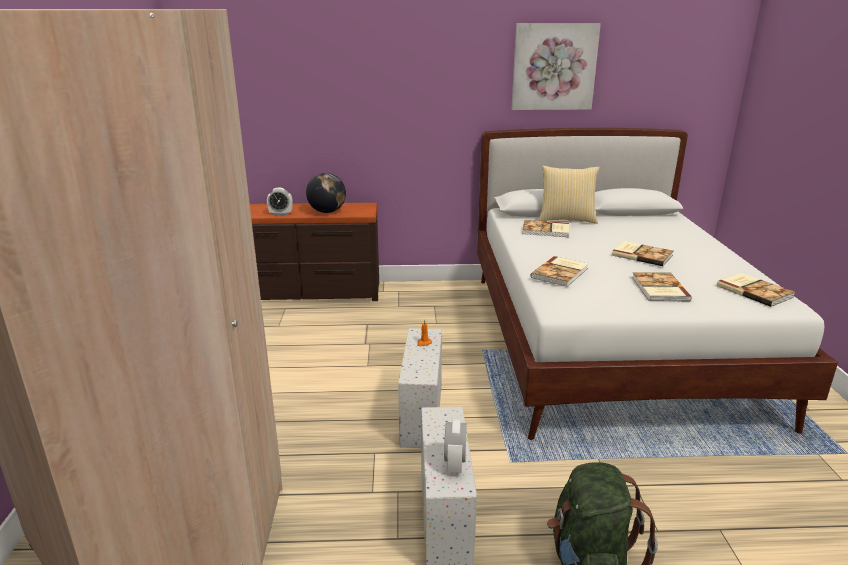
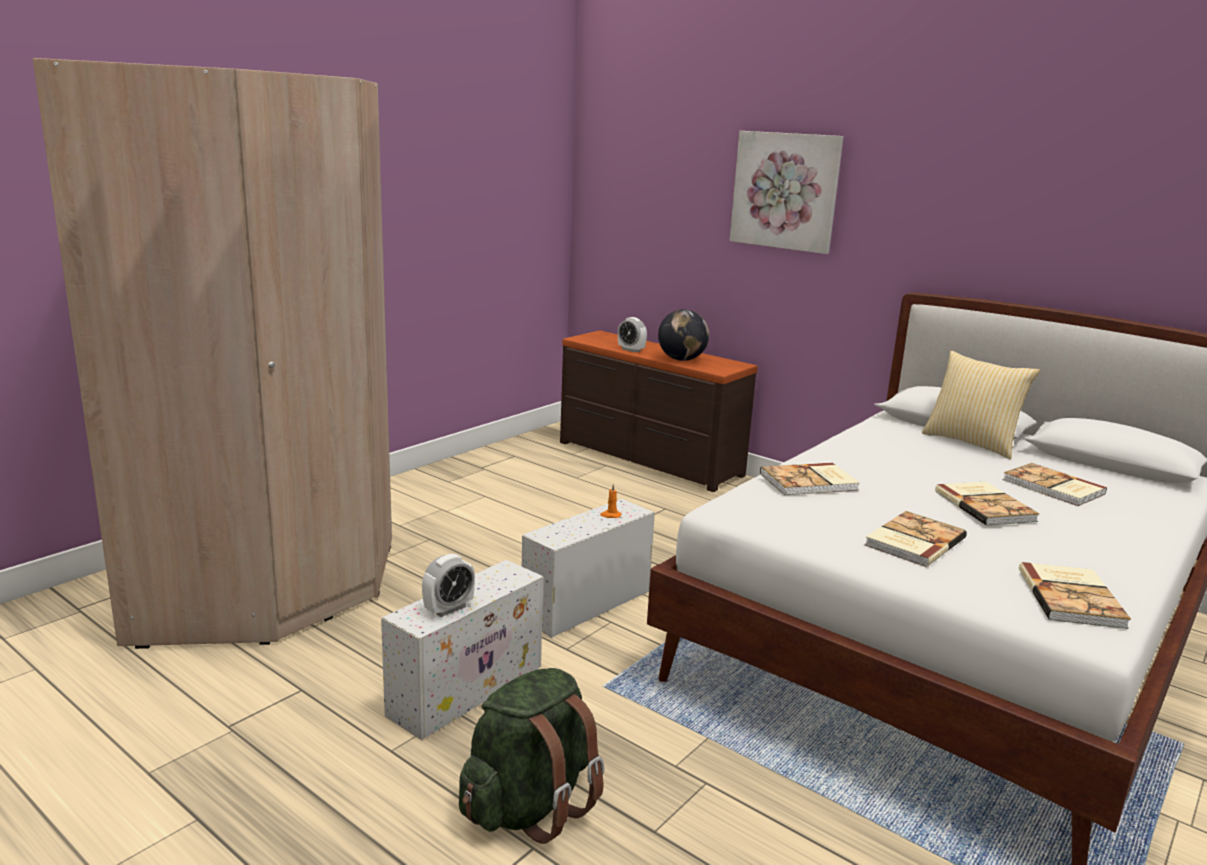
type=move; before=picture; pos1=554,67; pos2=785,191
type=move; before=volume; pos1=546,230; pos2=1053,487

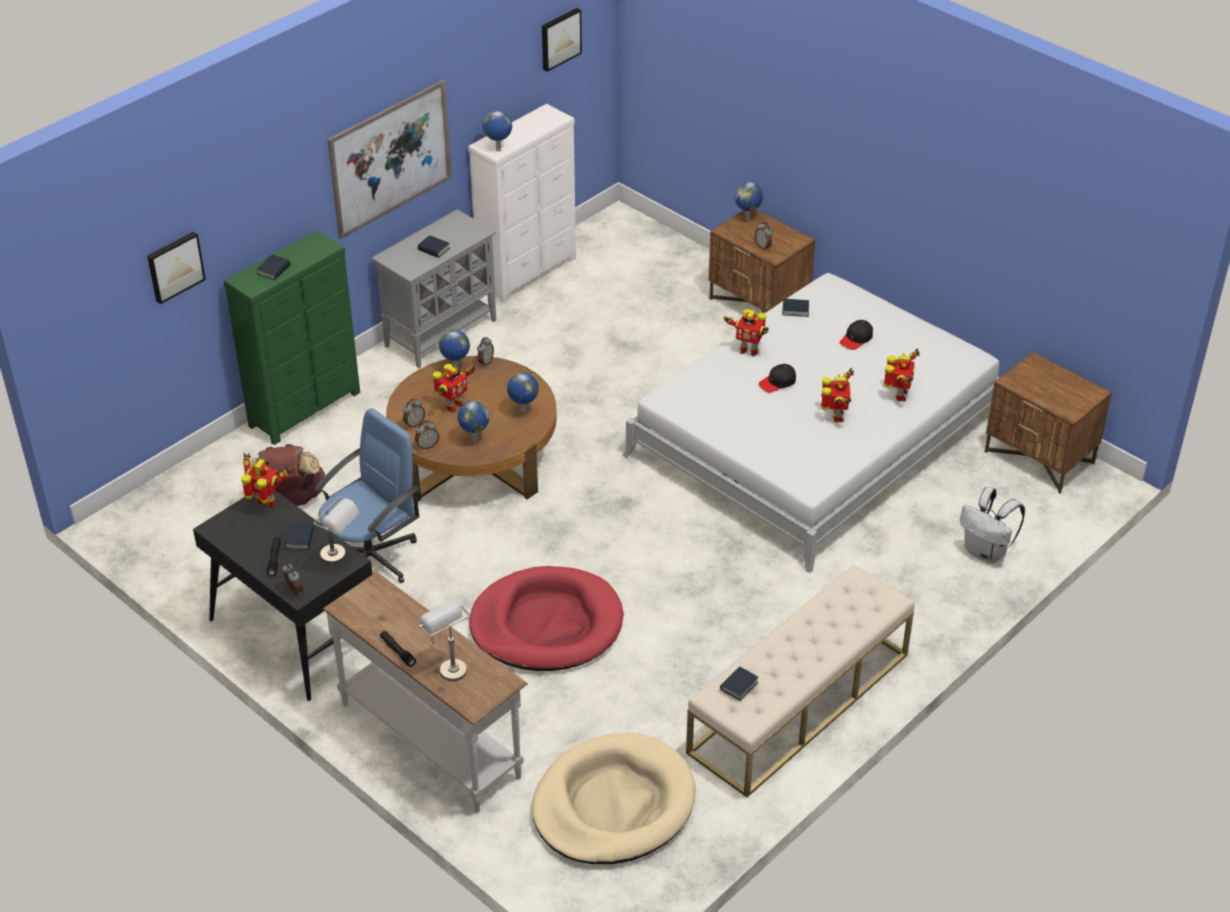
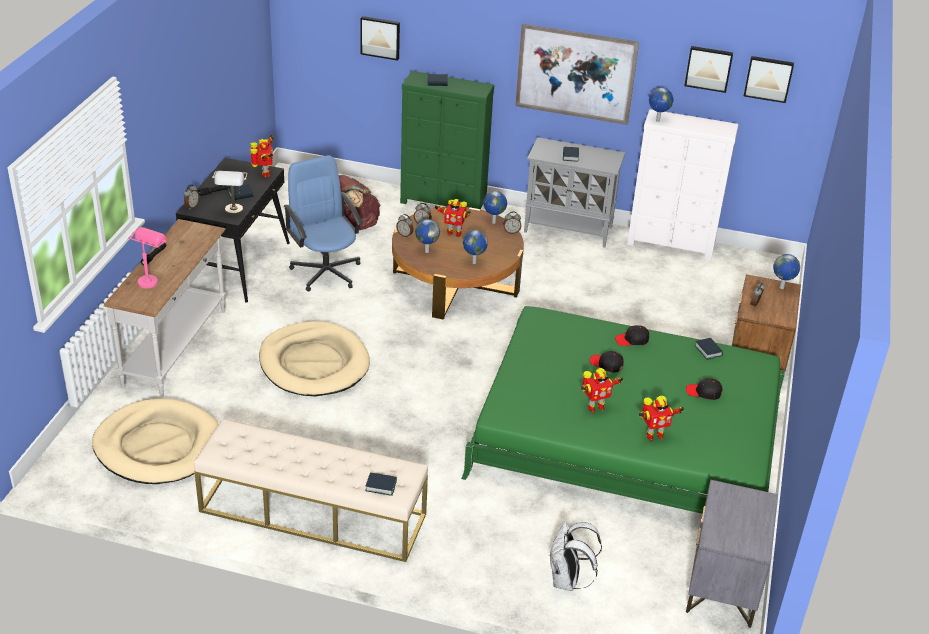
type=recolor; before=lamp for a table (grey); after=lamp for a table (pinkish); pos1=447,666; pos2=151,279
type=recolor; before=pet bed (reddish); after=pet bed (beige-coloured); pos1=546,624; pos2=314,363
type=rotate; before=computer chair (bluish); pos1=371,557; pos2=326,272; turn=-135
type=move; before=volume; pos1=739,686; pos2=381,486
type=recolor; before=bed (whitish); after=bed (greenish); pos1=815,434; pos2=627,437
type=replace; before=robot figure; after=cap (blackish); pos1=748,350; pos2=632,340
type=insert; after=picture; pos2=708,68
type=recolor; before=night table (brown); after=night table (grey); pos1=1040,458; pos2=723,586

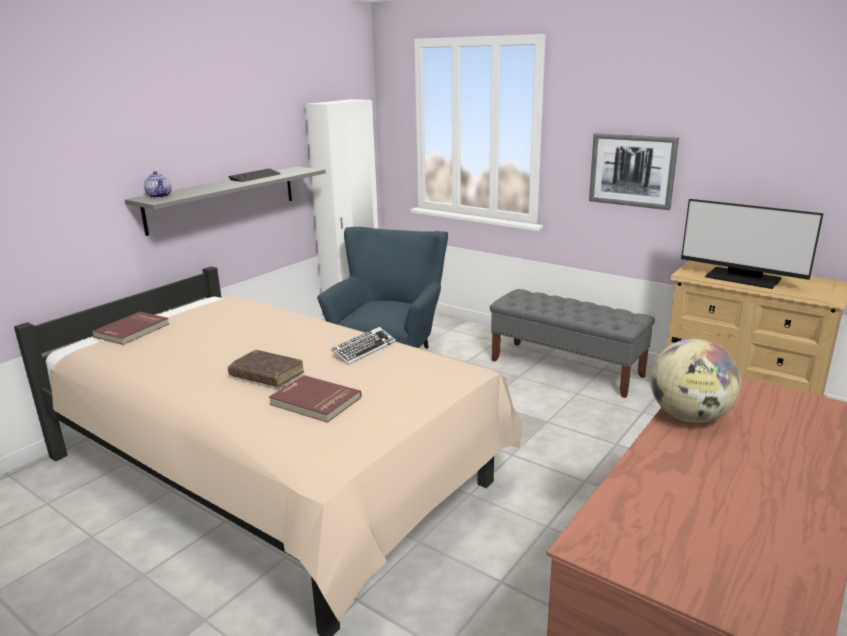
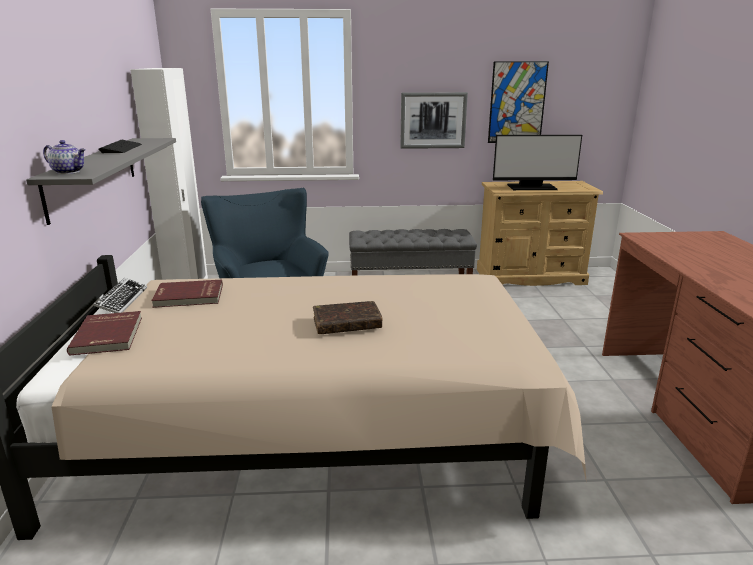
type=move; before=keyboard; pos1=364,349; pos2=122,300
type=move; before=volume (reddish); pos1=314,402; pos2=189,296
type=insert; after=picture; pos2=517,103
type=delete; before=globe; pos1=689,417

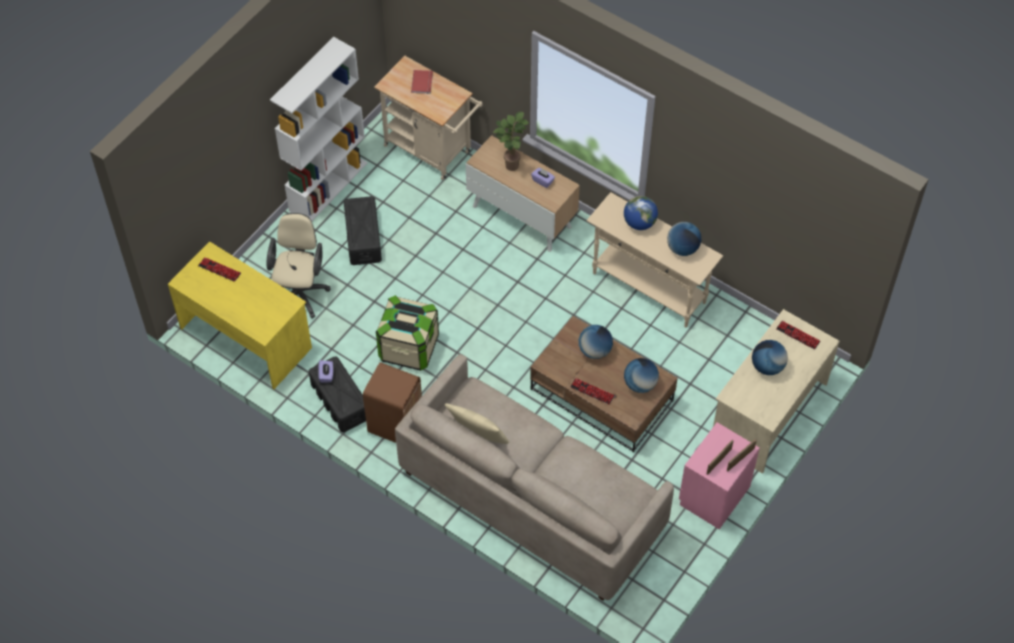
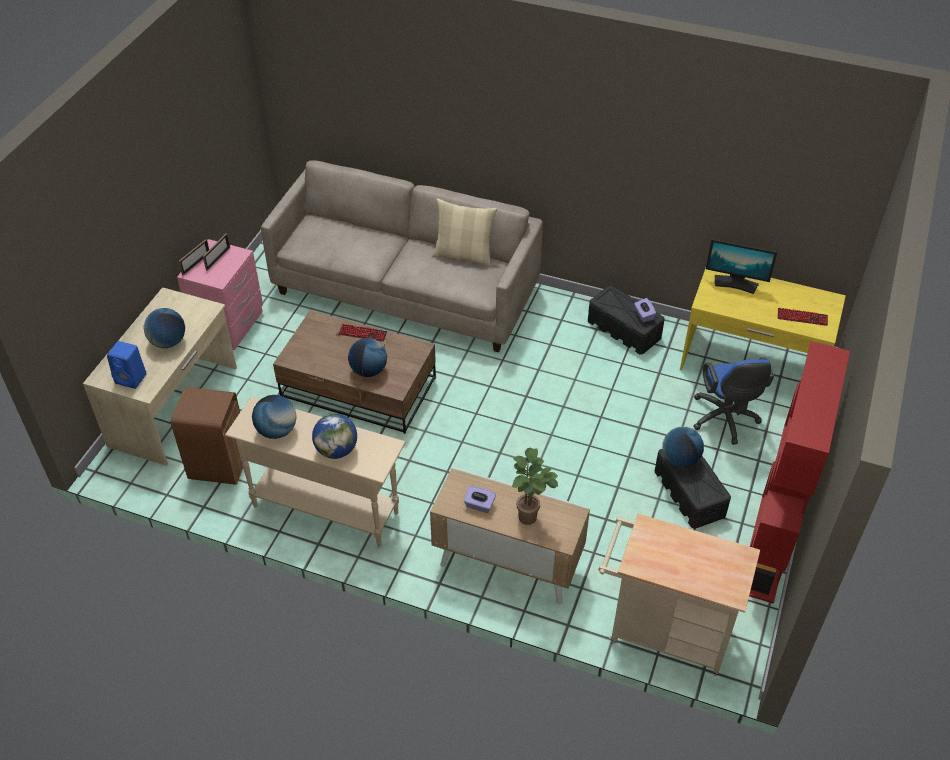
type=replace; before=keyboard; after=audio speaker (bluish); pos1=798,335; pos2=132,379
type=move; before=trash can (brown); pos1=395,425; pos2=218,465
type=move; before=globe; pos1=640,384; pos2=680,459
type=recolor; before=computer chair (beige-coloured); after=computer chair (bluish); pos1=300,291; pos2=725,420
type=insert; after=computer screen; pos2=735,283
type=recolor; before=shelving unit (whitish); after=shelving unit (reddish); pos1=328,186; pos2=768,548
type=delete; before=storage container; pos1=409,347
type=delete; before=volume (reddish); pos1=423,82

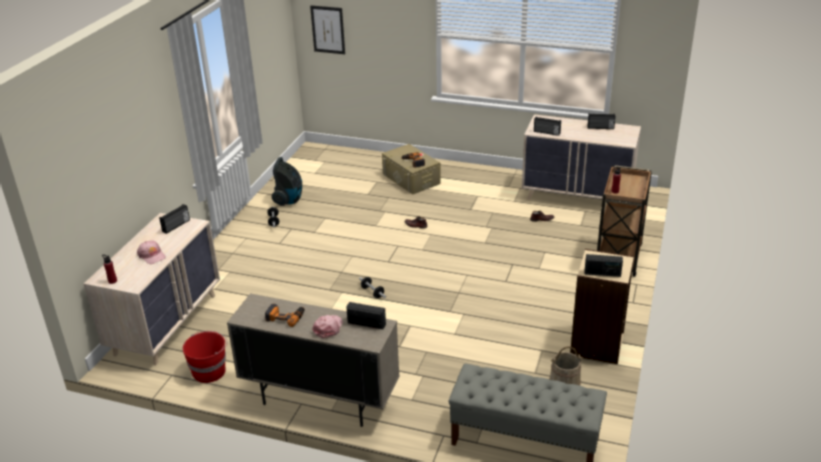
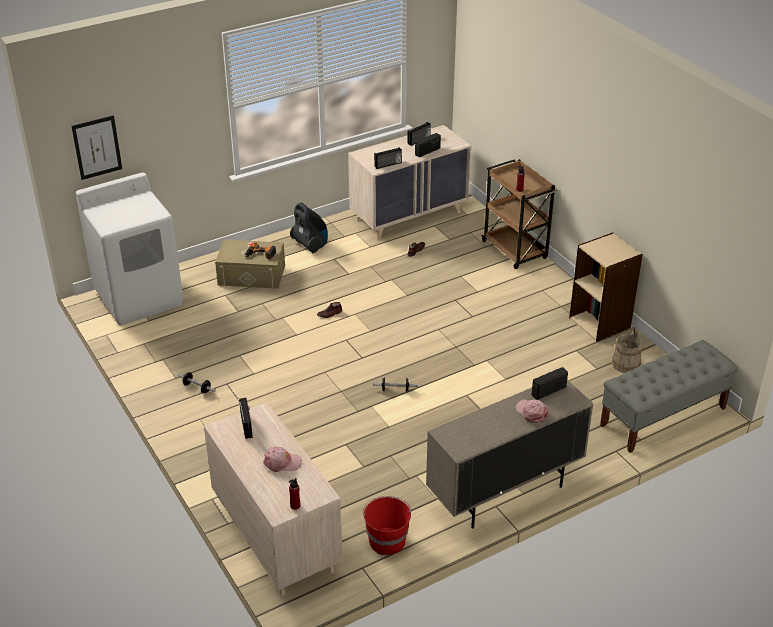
type=insert; after=laundry machine (whitish); pos2=139,297
type=move; before=hoover; pos1=289,200; pos2=310,245
type=move; before=radio set; pos1=602,273; pos2=427,151
type=delete; before=power drill; pos1=285,317

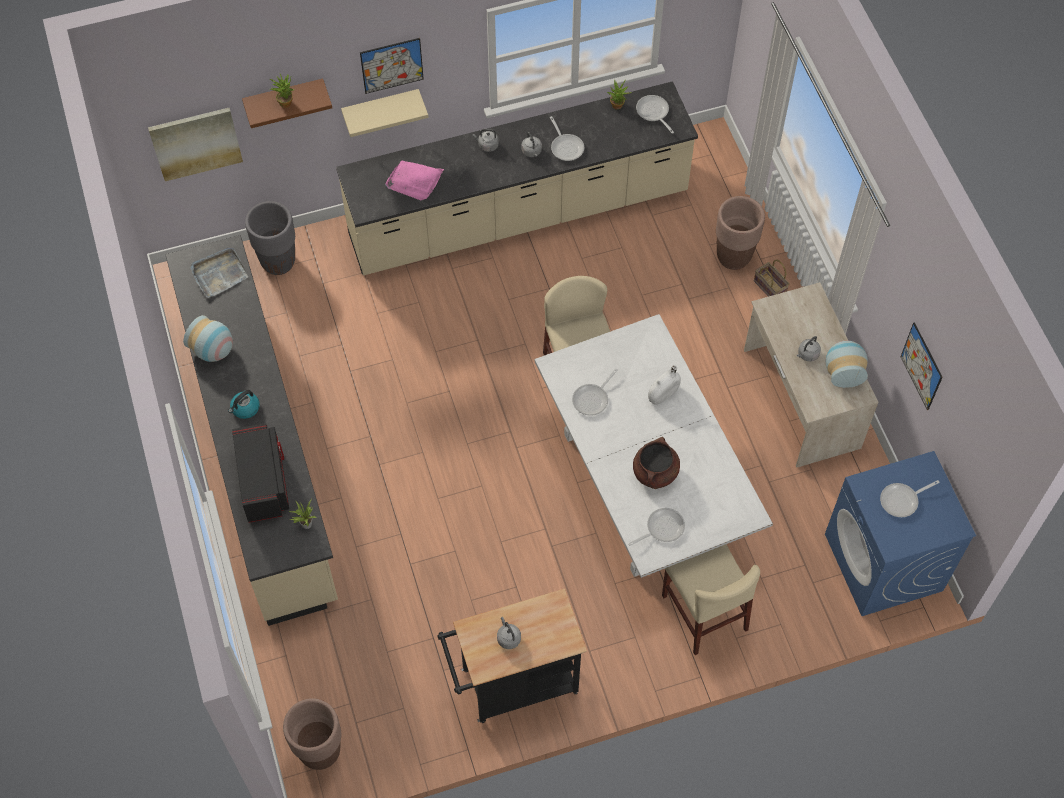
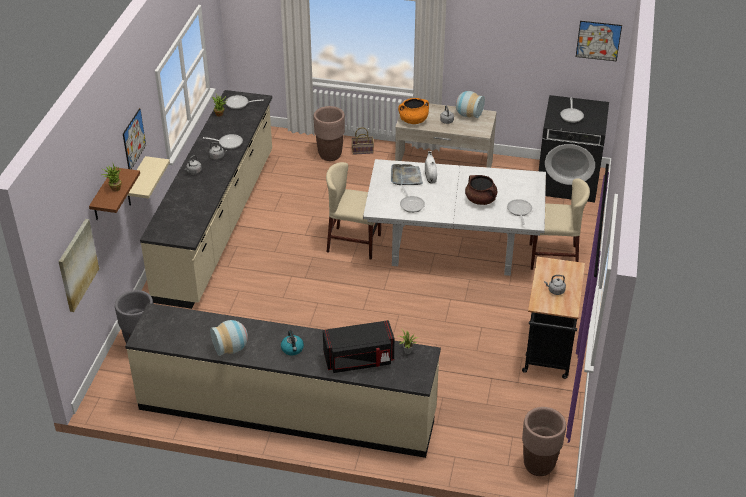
type=rotate; before=kitchen microwave (blackish); pos1=264,482; pos2=359,360; turn=150
type=move; before=tray (grey); pos1=219,274; pos2=406,176
type=insert; after=stockpot (orange-coloured); pos2=413,120
type=recolor; before=laundry machine (bluish); after=laundry machine (blackish); pos1=884,563; pos2=568,182
type=move; before=picture; pos1=921,366; pos2=598,40
type=delete; before=tray (pinkish); pos1=414,181

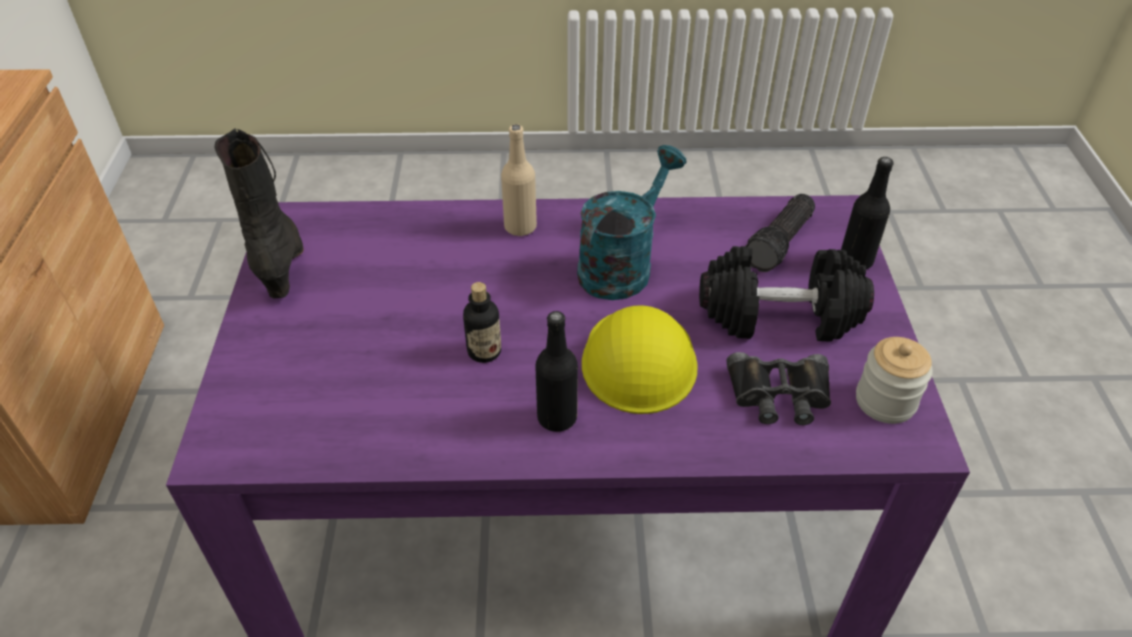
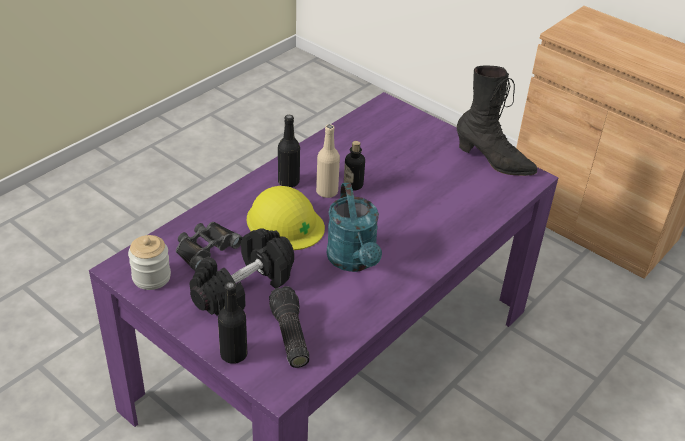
type=move; before=drink bottle (beige-coloured); pos1=520,227; pos2=327,192

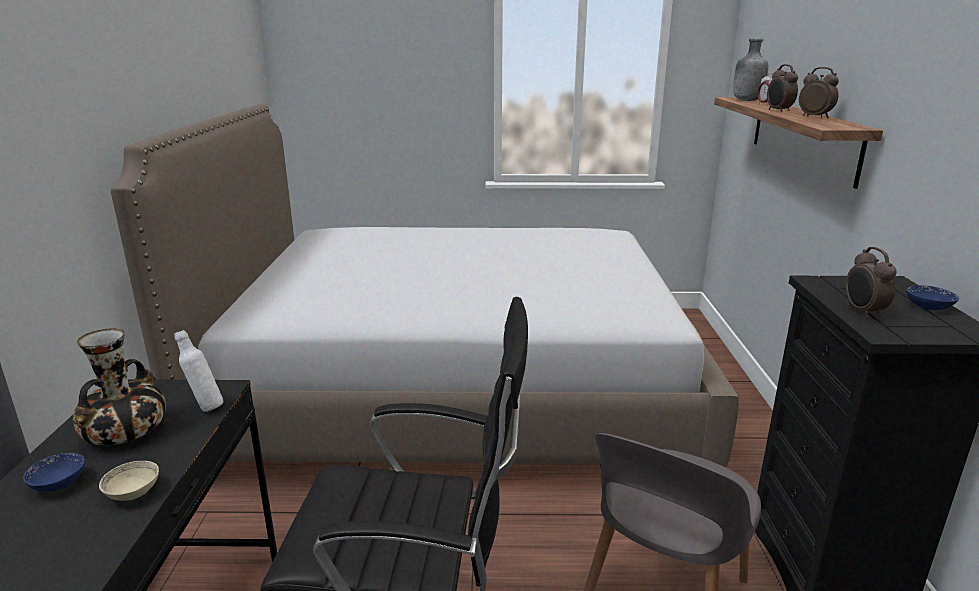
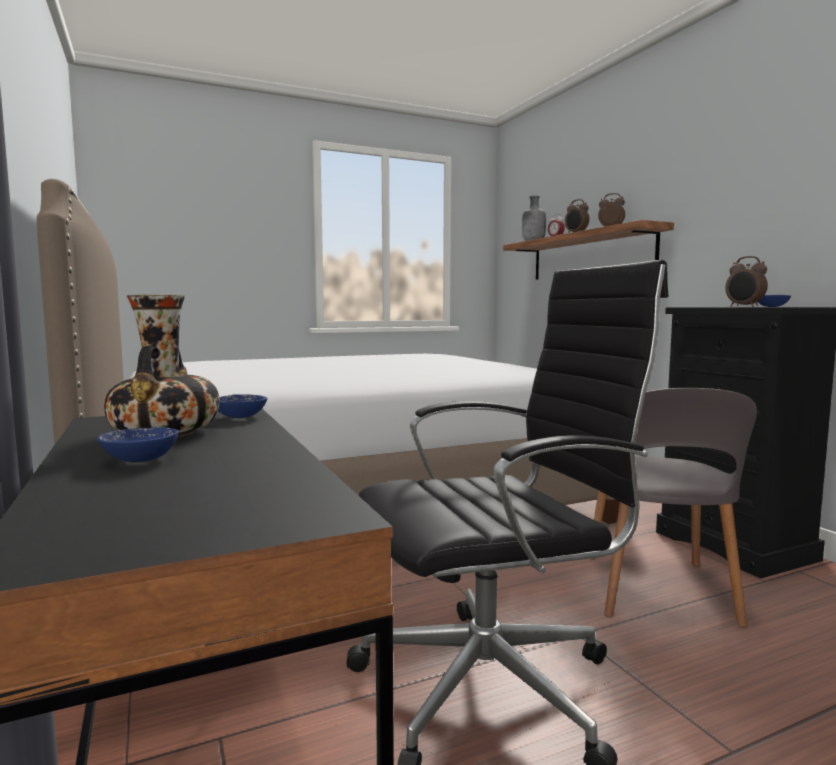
type=replace; before=drink bottle (whitish); after=bowl (bluish); pos1=205,407; pos2=240,417
type=delete; before=bowl (beige-coloured); pos1=133,492

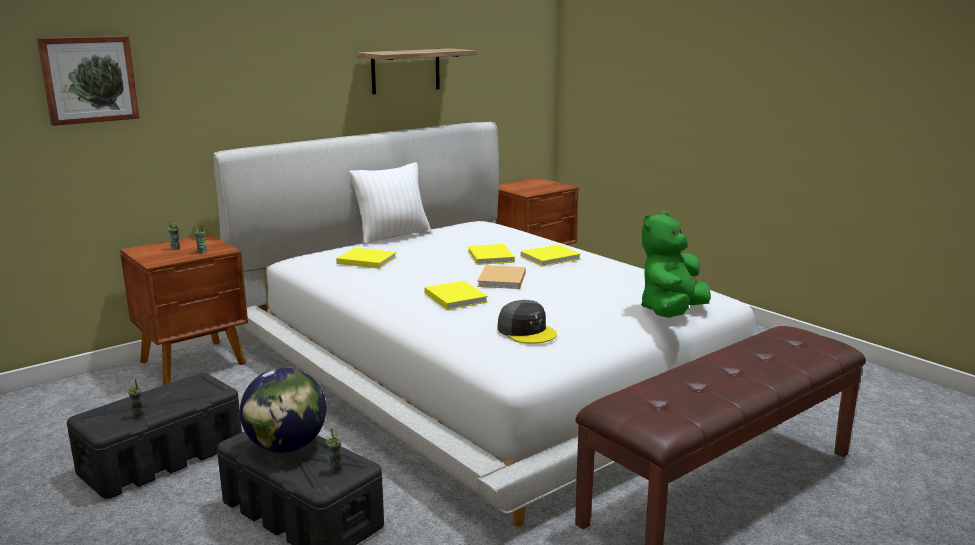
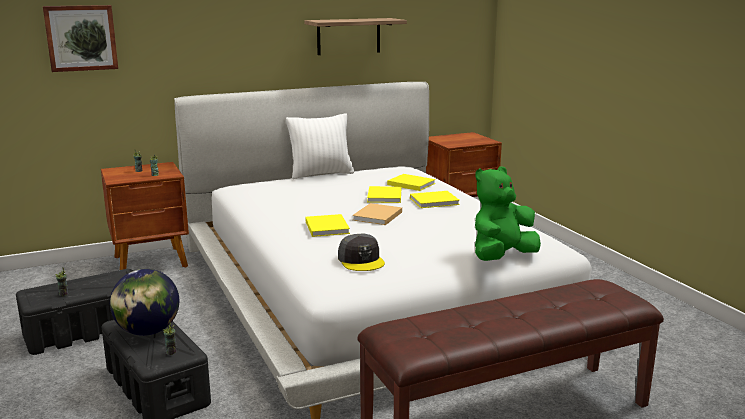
type=move; before=volume (yellow); pos1=365,260; pos2=410,184

